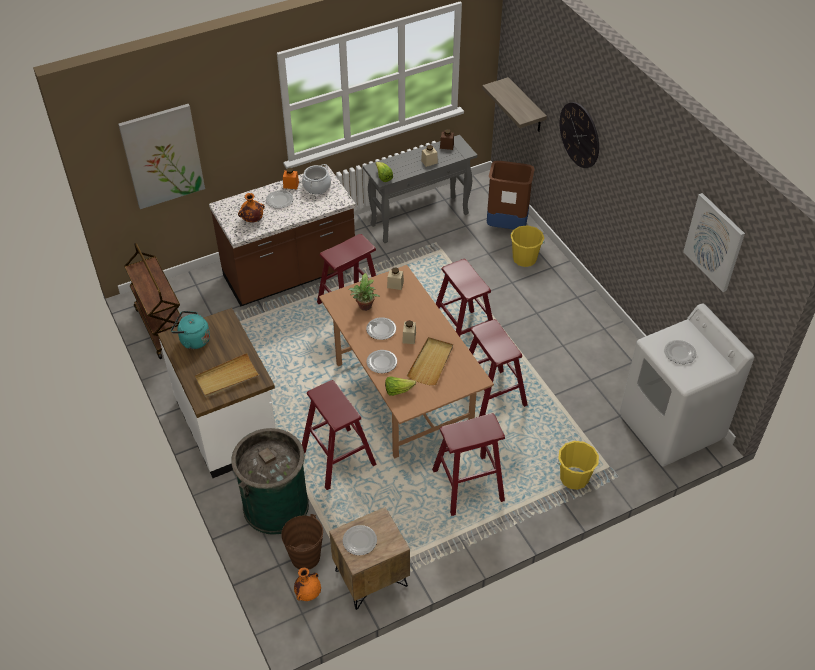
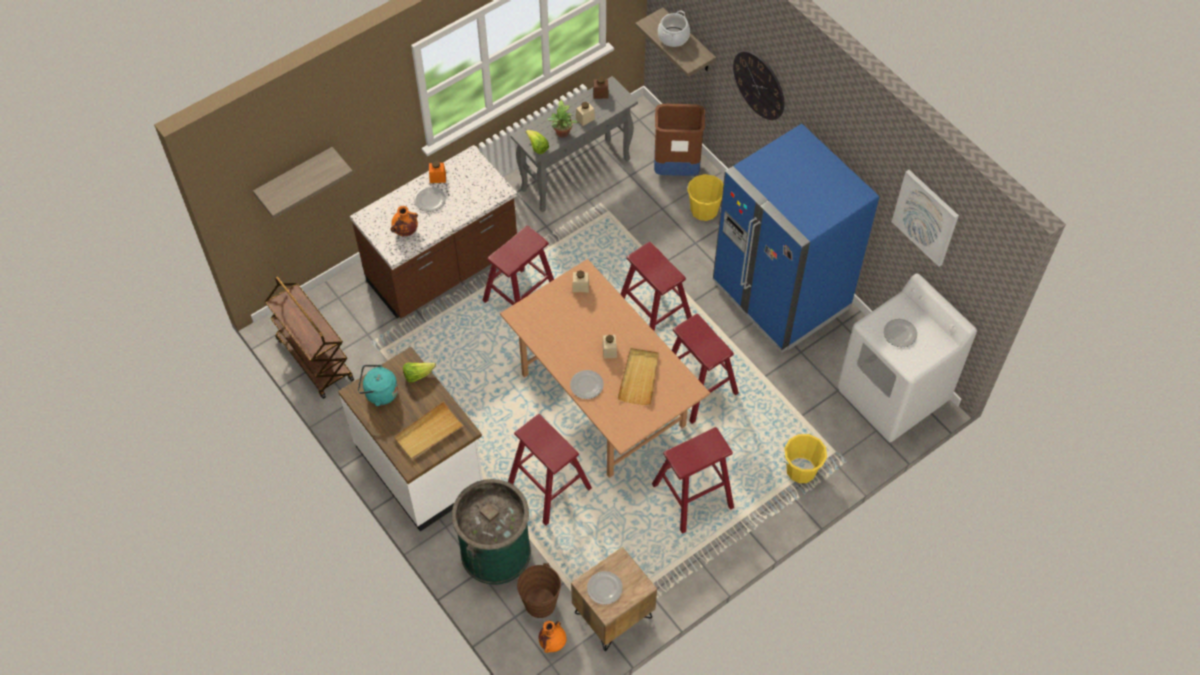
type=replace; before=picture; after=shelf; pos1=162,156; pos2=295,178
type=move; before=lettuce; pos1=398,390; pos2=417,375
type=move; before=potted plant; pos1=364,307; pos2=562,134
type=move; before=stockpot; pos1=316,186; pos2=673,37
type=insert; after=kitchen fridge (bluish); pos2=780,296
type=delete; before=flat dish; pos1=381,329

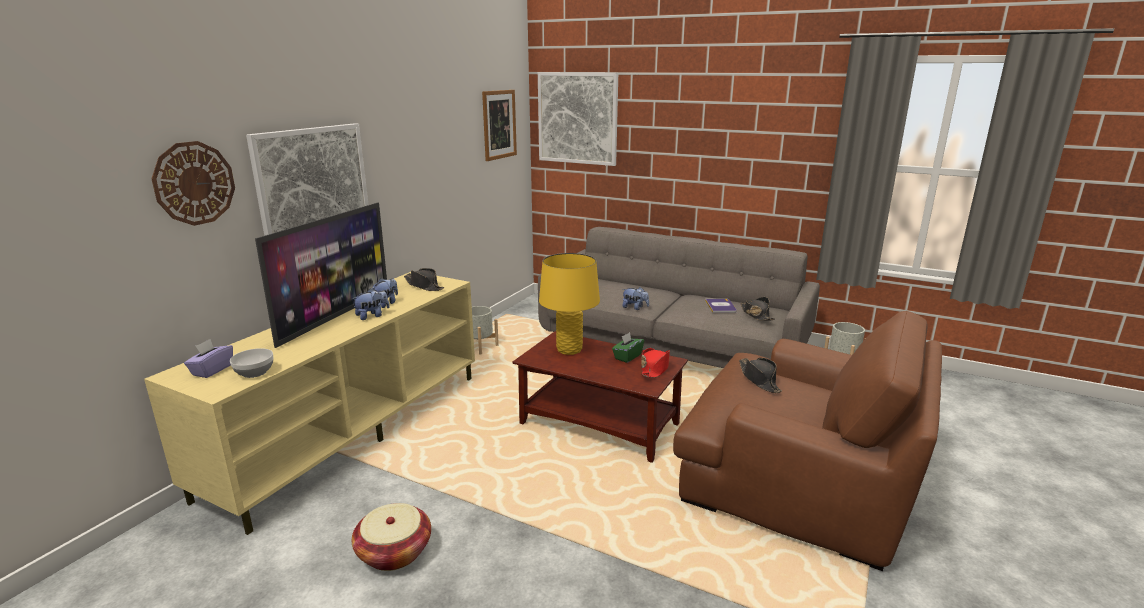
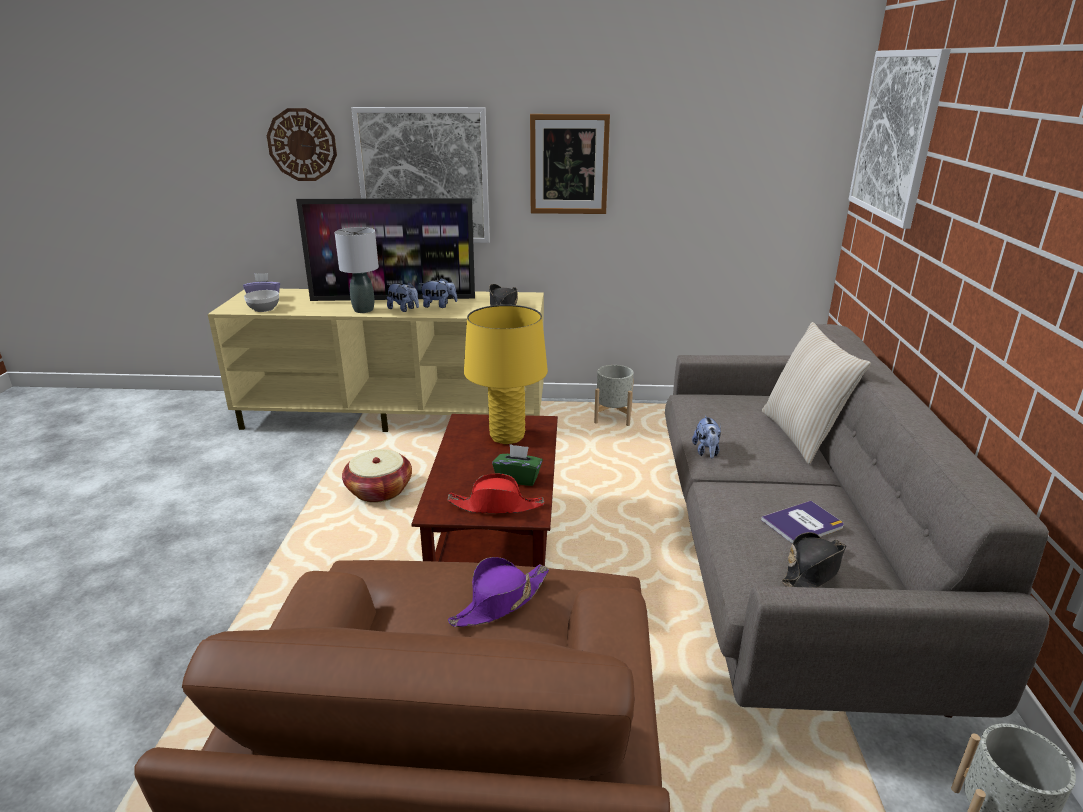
type=insert; after=lamp for a table (grey); pos2=363,310
type=move; before=storage basket; pos1=394,552; pos2=379,490
type=recolor; before=wearable hat (blackish); after=wearable hat (purplish); pos1=759,379; pos2=500,602
type=move; before=picture; pos1=499,124; pos2=569,164
type=insert; after=cushion (beige-coloured); pos2=802,435

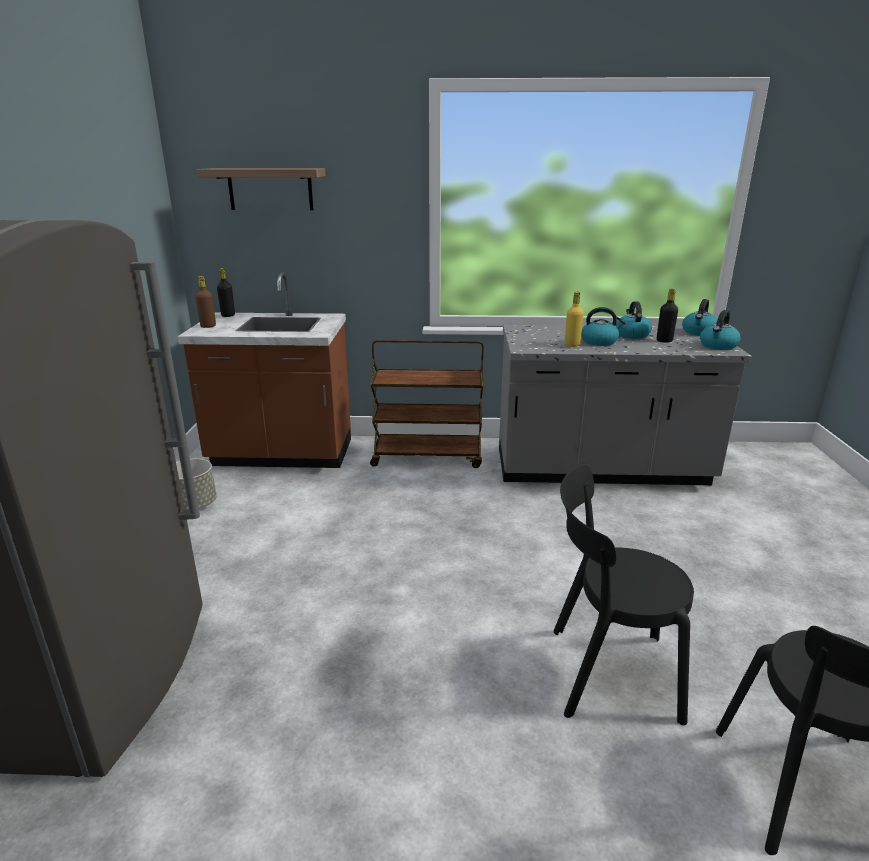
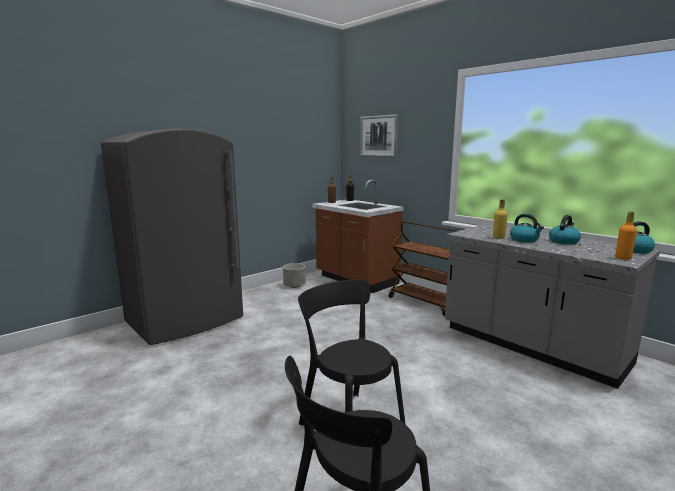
type=replace; before=shelf; after=picture; pos1=270,189; pos2=378,136
type=replace; before=kettle; after=drink bottle (orange-coloured); pos1=718,346; pos2=623,258
type=delete; before=drink bottle (blackish); pos1=664,341

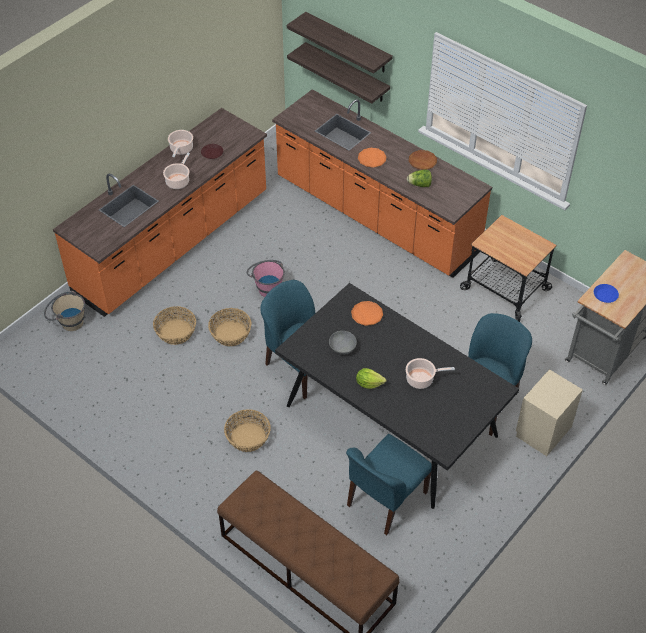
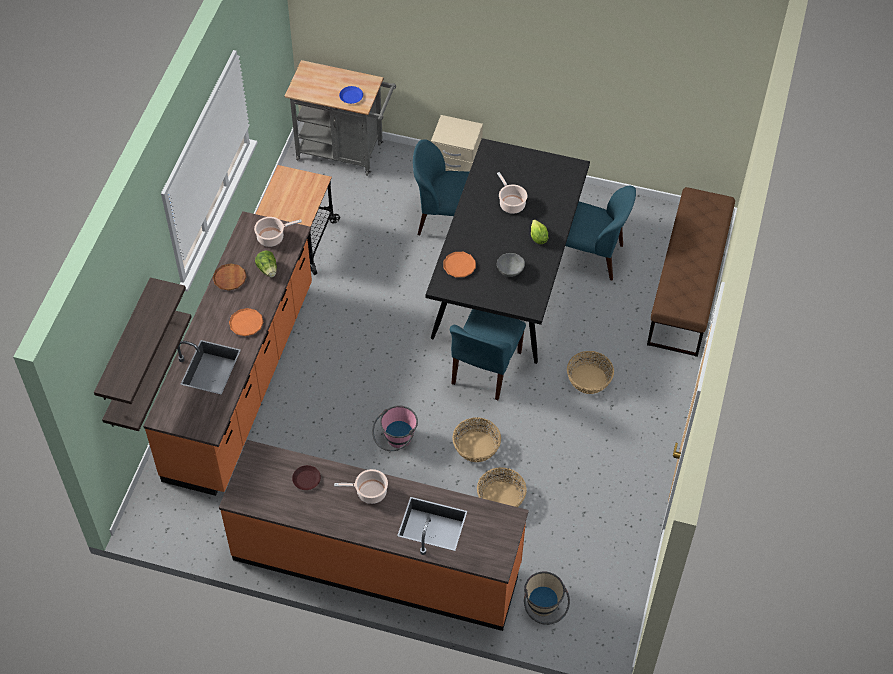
type=move; before=stockpot; pos1=181,149; pos2=272,237

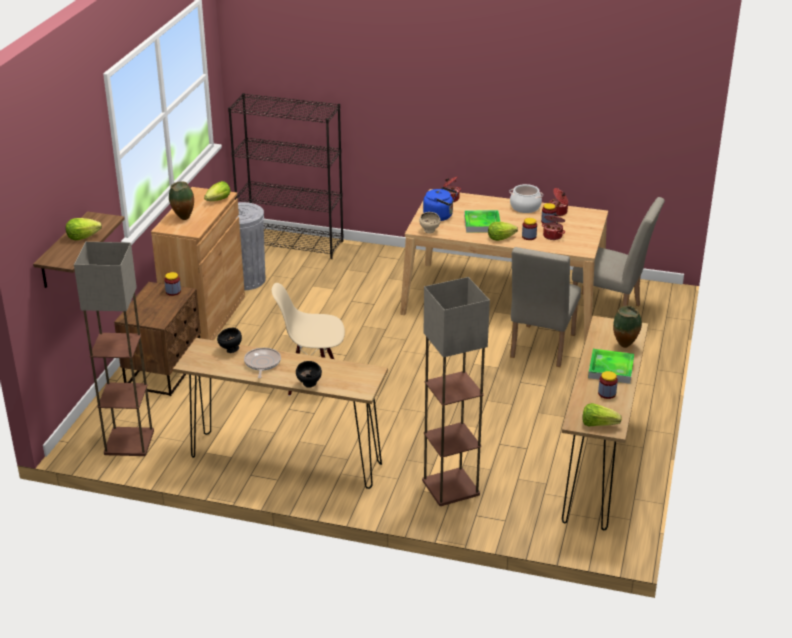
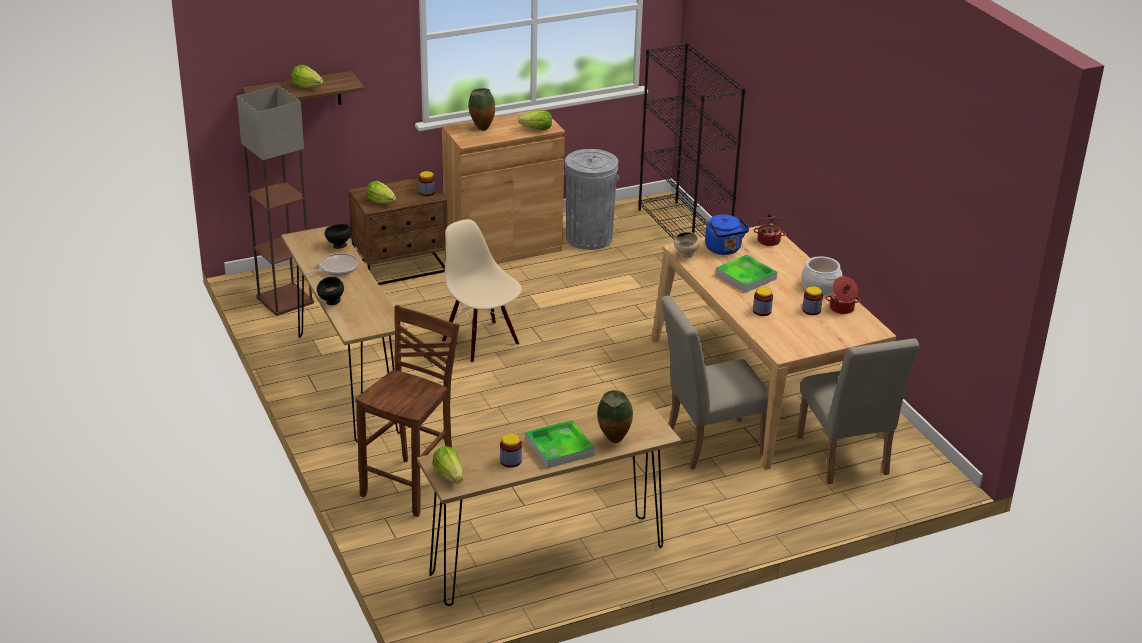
type=replace; before=standard lamp; after=stool seat (brown); pos1=451,487; pos2=411,486
type=move; before=lettuce; pos1=500,238; pos2=381,202
type=delete; before=stockpot; pos1=553,236

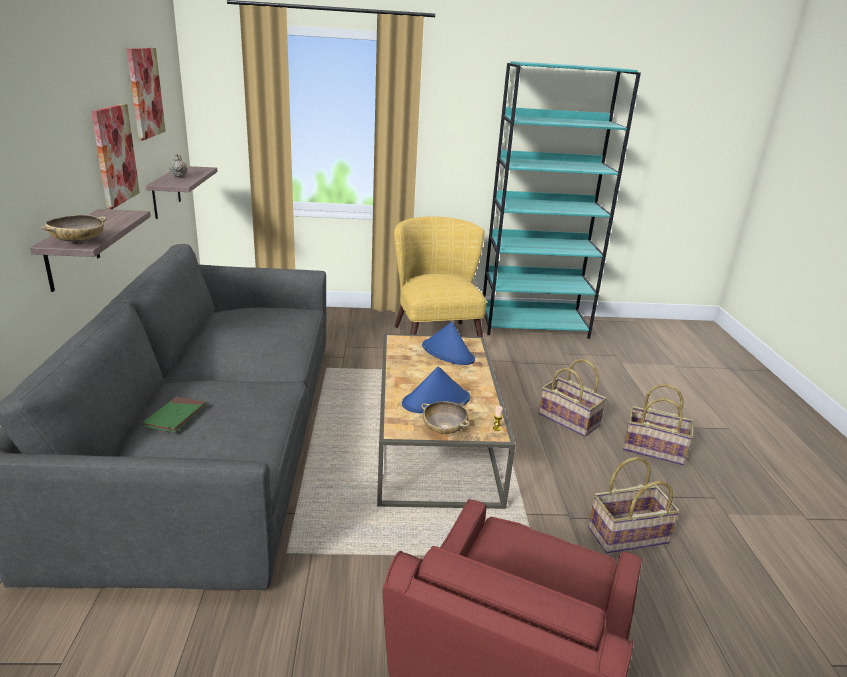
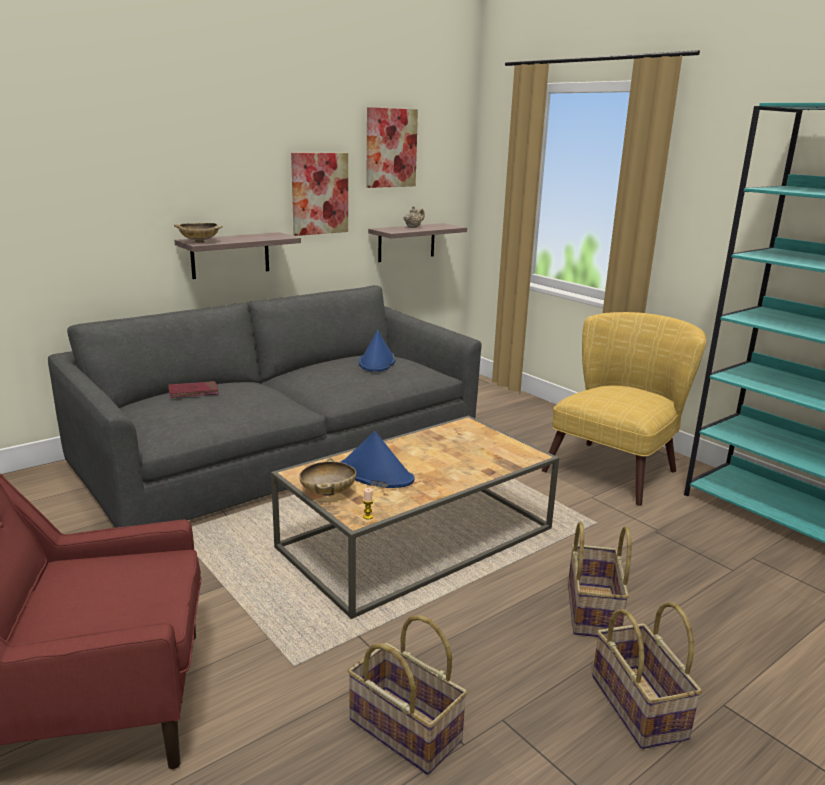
type=recolor; before=volume (greenish); after=volume (reddish); pos1=176,417; pos2=193,392
type=move; before=wearable hat (bluish); pos1=448,353; pos2=377,362

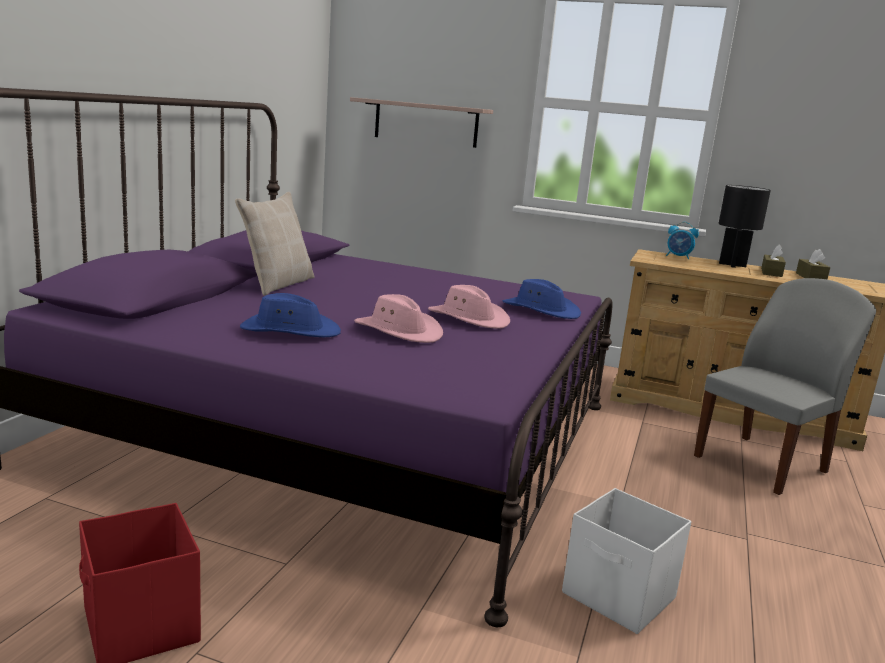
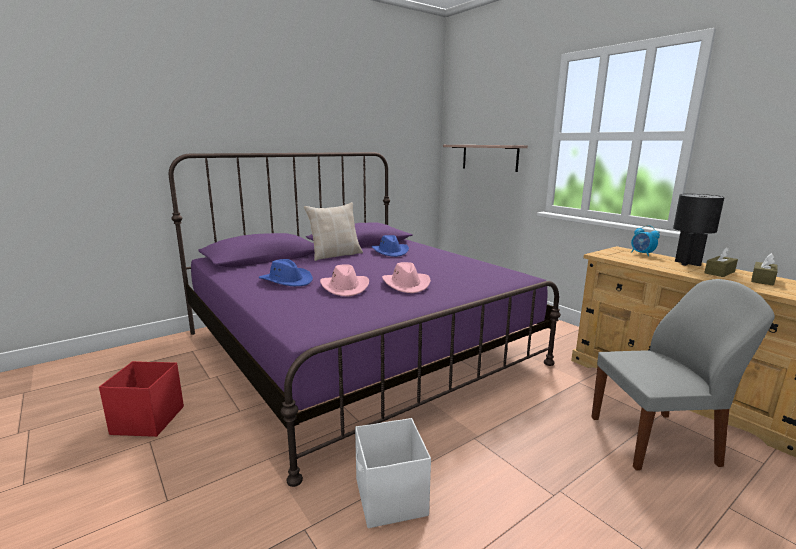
type=move; before=wearable hat (bluish); pos1=541,310; pos2=390,252

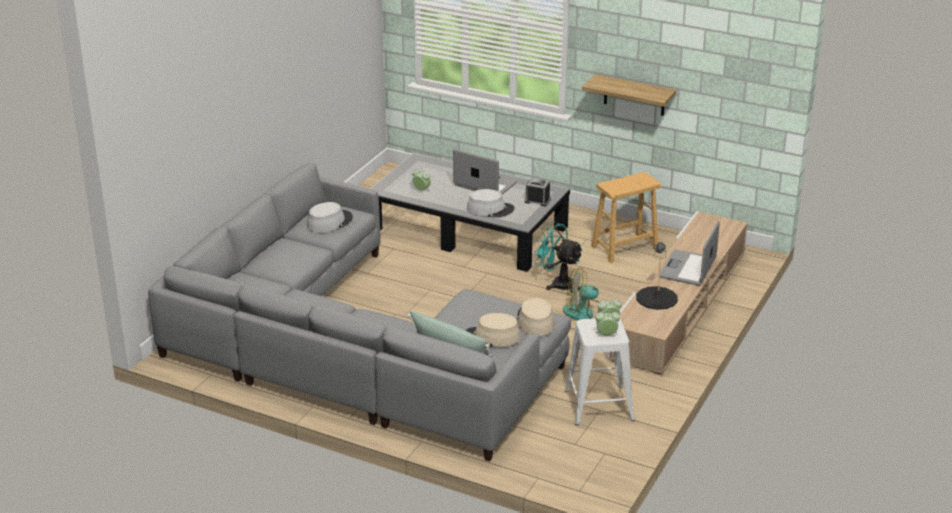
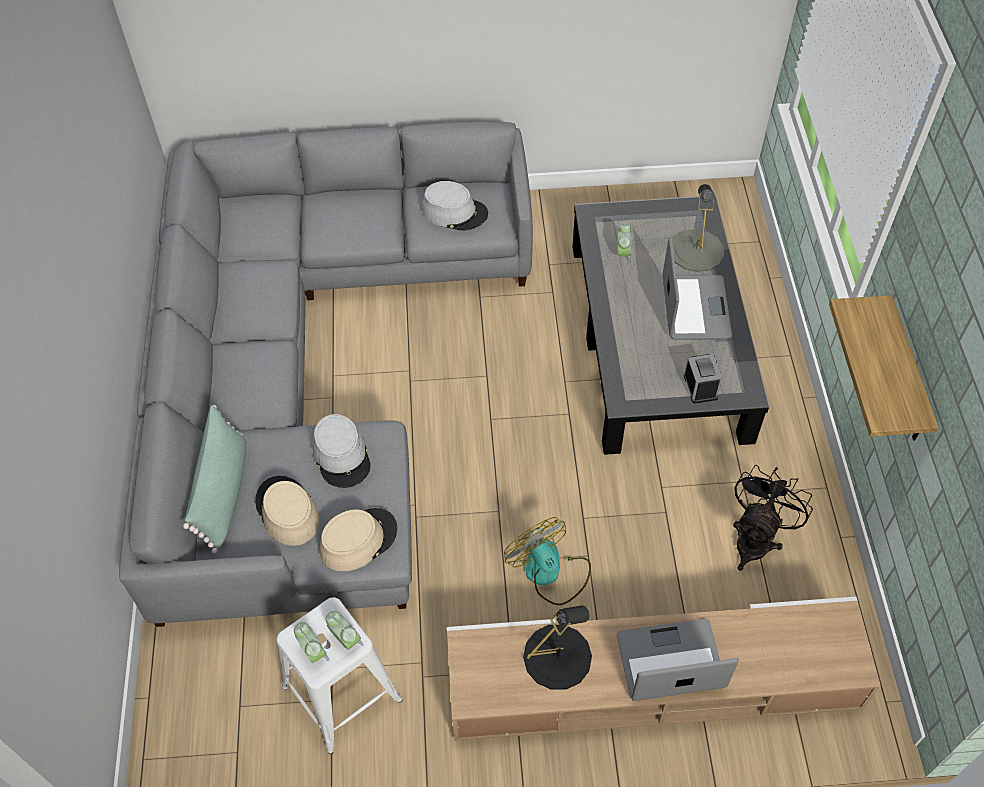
type=move; before=wearable hat (grey); pos1=490,209; pos2=342,456
type=insert; after=lamp for a table (grey); pos2=696,250
type=replace; before=stool seat (brown); after=cooling fan (blackish); pos1=625,248; pos2=755,539
type=delete; before=cooling fan (blue-green); pos1=557,283

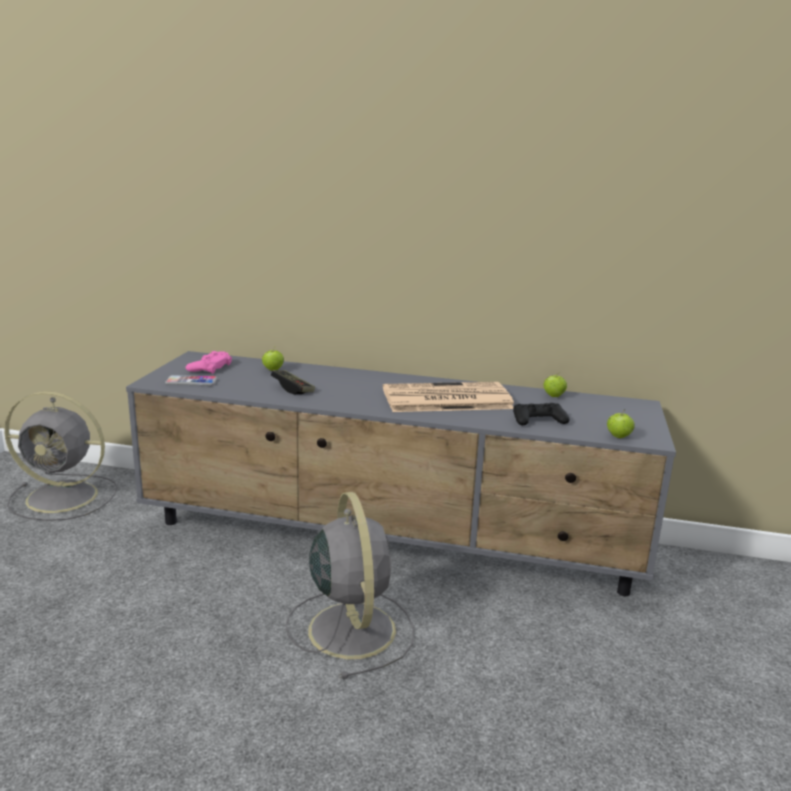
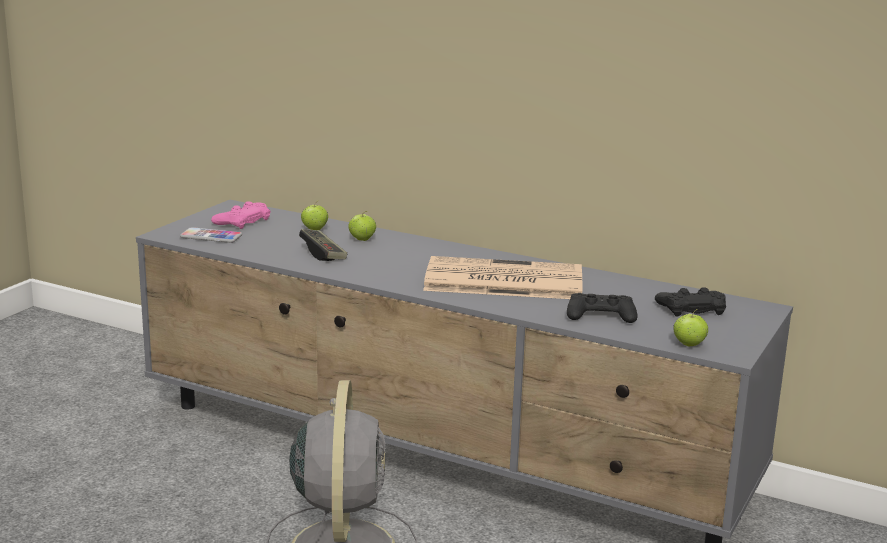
type=move; before=apple fruit; pos1=553,396; pos2=362,239
type=insert; after=game controller (blackish); pos2=691,308
type=delete; before=cooling fan (grey); pos1=65,497

